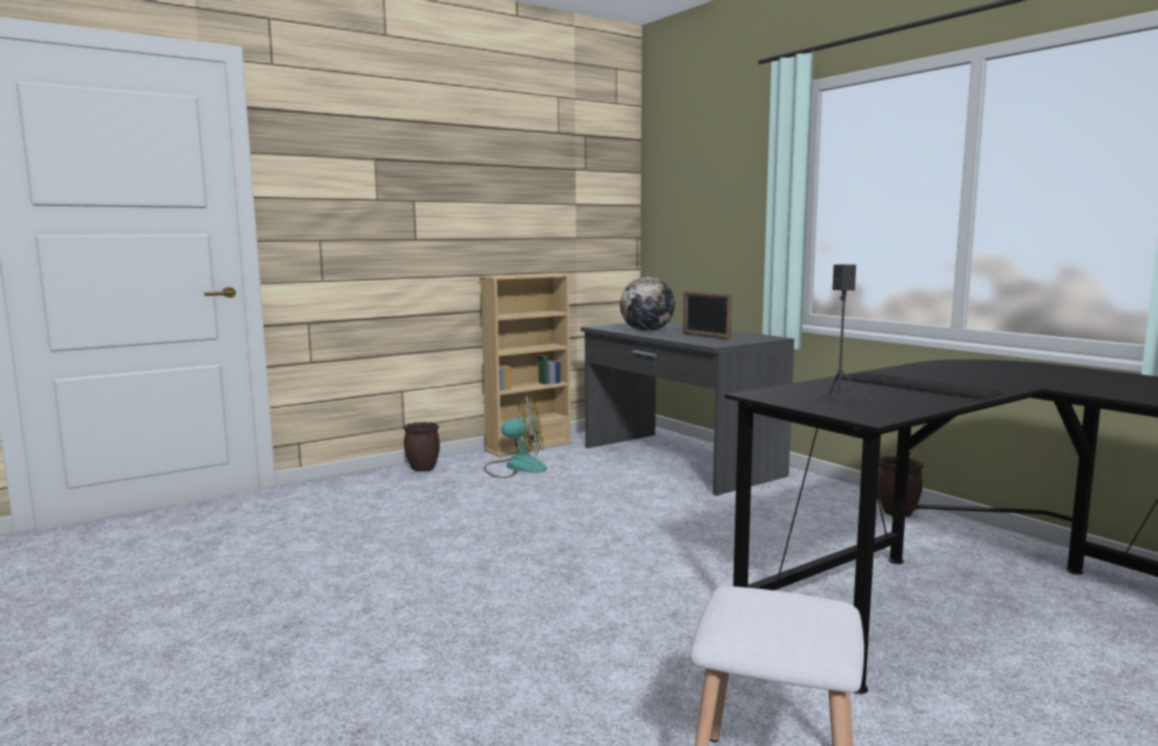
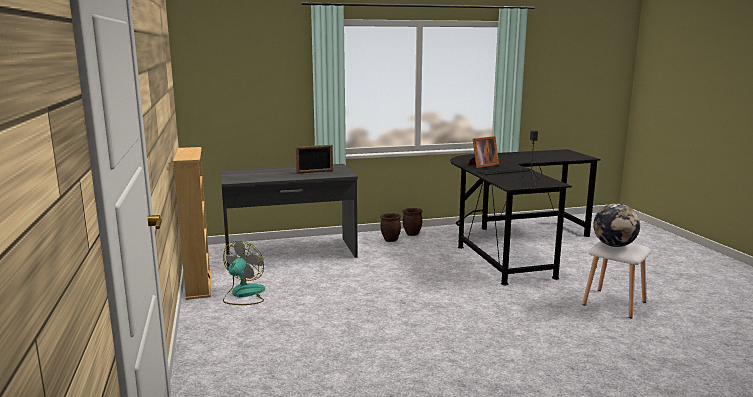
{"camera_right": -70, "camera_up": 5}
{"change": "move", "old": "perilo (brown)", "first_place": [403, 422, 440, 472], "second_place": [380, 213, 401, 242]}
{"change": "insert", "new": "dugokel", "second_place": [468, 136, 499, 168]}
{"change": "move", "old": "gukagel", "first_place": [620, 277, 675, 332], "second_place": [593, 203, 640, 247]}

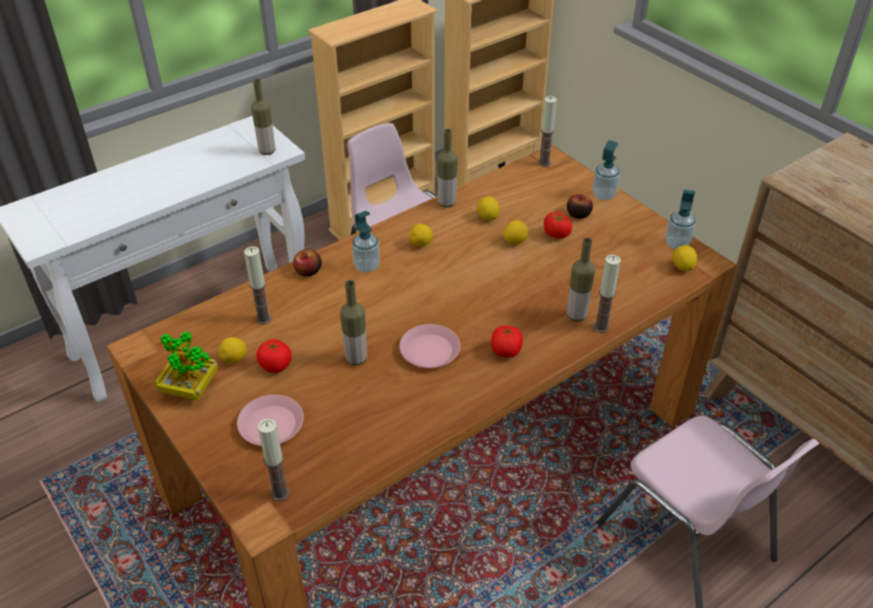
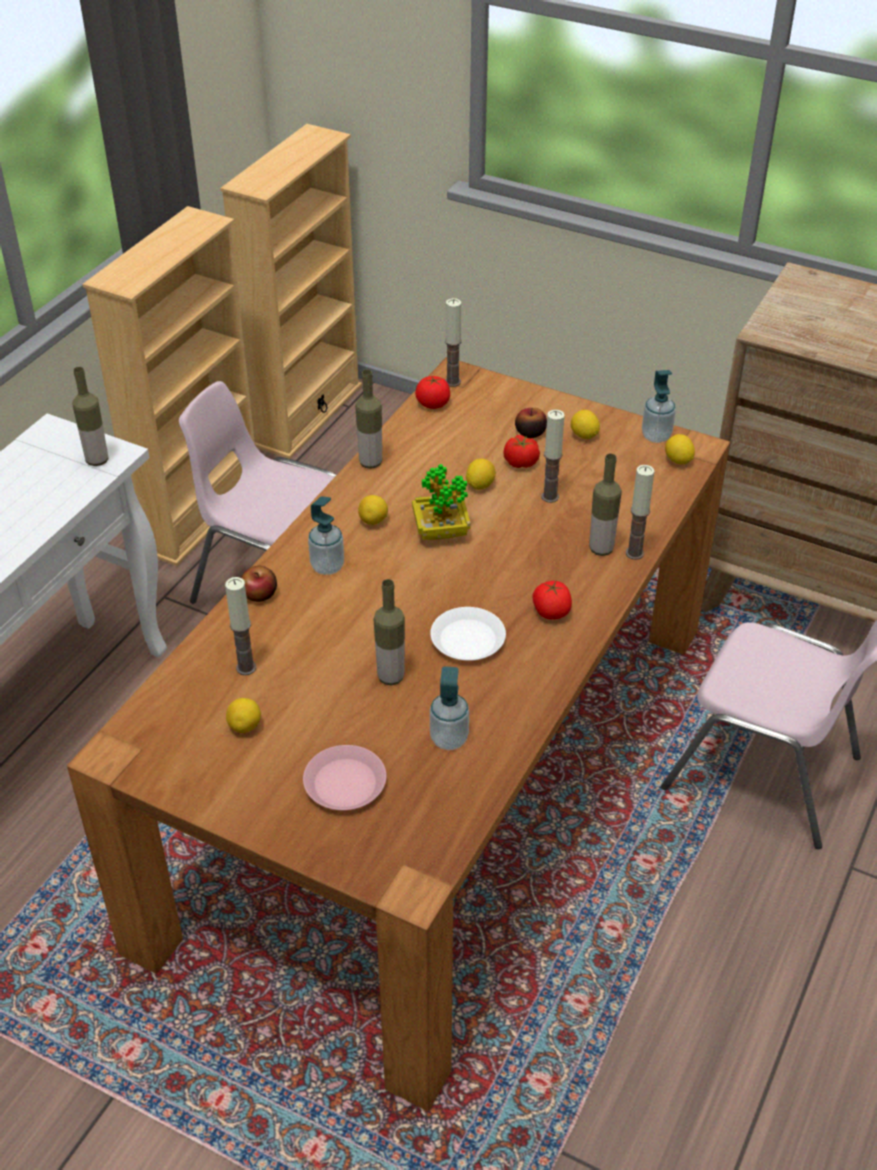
{"camera_right": -25, "camera_up": 0}
{"change": "move", "old": "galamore", "first_place": [155, 332, 218, 401], "second_place": [412, 464, 471, 540]}
{"change": "move", "old": "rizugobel", "first_place": [256, 339, 292, 373], "second_place": [415, 376, 450, 409]}
{"change": "recolor", "old": "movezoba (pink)", "new": "movezoba (white)", "first_place": [399, 324, 460, 368], "second_place": [430, 607, 506, 661]}
{"change": "move", "old": "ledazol", "first_place": [593, 140, 620, 200], "second_place": [430, 666, 469, 750]}
{"change": "move", "old": "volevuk", "first_place": [258, 419, 290, 501], "second_place": [541, 410, 565, 503]}
{"change": "move", "old": "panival", "first_place": [477, 196, 500, 221], "second_place": [571, 410, 600, 439]}

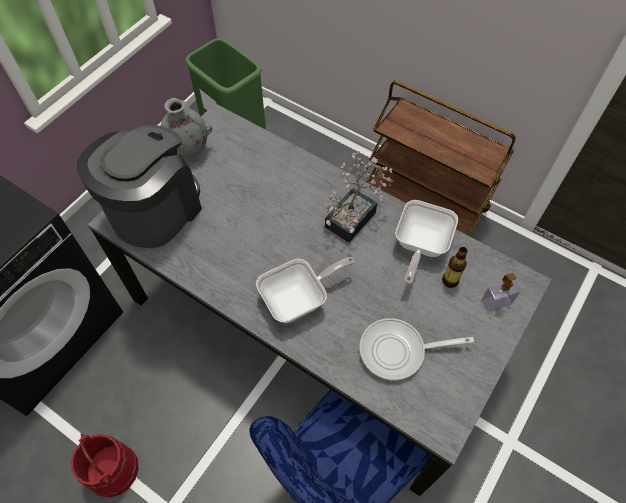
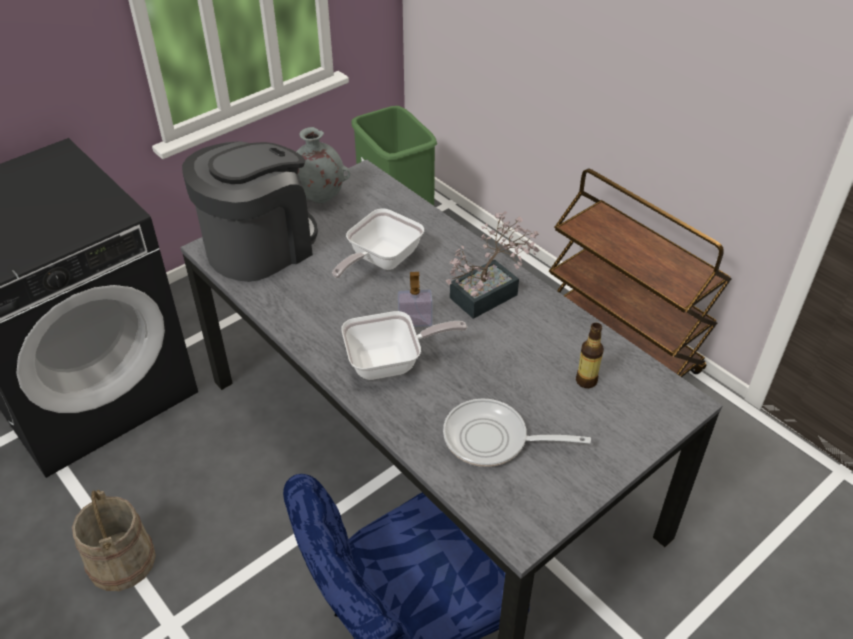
{"camera_right": 15, "camera_up": -15}
{"change": "recolor", "old": "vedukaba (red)", "new": "vedukaba (beige)", "first_place": [71, 434, 139, 497], "second_place": [72, 490, 156, 591]}
{"change": "move", "old": "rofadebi", "first_place": [395, 200, 458, 284], "second_place": [332, 209, 424, 278]}
{"change": "move", "old": "ledazol", "first_place": [481, 273, 521, 312], "second_place": [398, 272, 433, 327]}

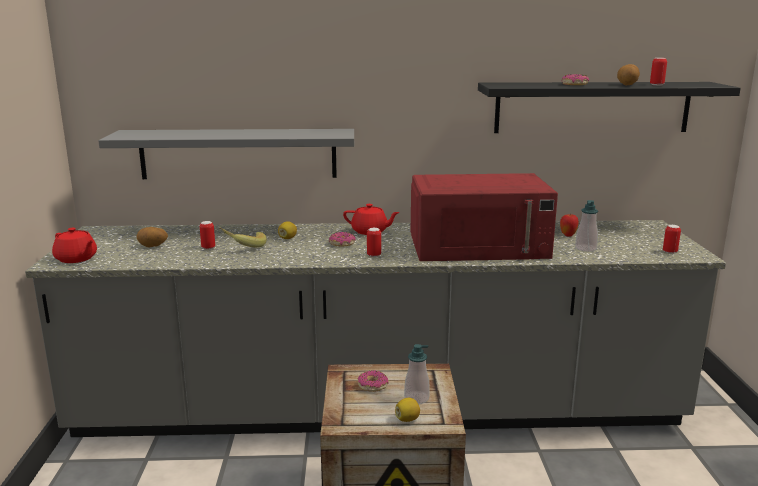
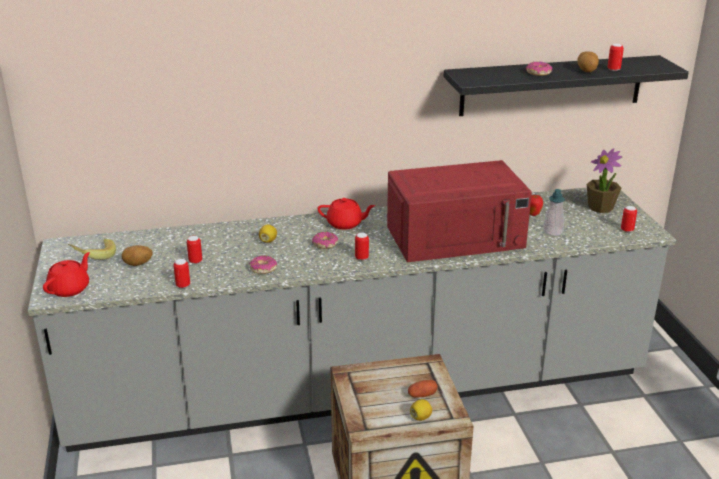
{"camera_right": -10, "camera_up": 10}
{"change": "rotate", "old": "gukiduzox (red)", "first_place": [52, 228, 97, 263], "second_place": [43, 252, 90, 297], "degrees": -90}
{"change": "move", "old": "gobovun", "first_place": [220, 228, 267, 247], "second_place": [68, 239, 116, 260]}
{"change": "insert", "new": "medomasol", "second_place": [173, 259, 190, 288]}
{"change": "move", "old": "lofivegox", "first_place": [358, 370, 389, 392], "second_place": [250, 255, 277, 274]}
{"change": "replace", "old": "ledazol", "new": "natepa", "first_place": [404, 344, 430, 404], "second_place": [408, 380, 438, 398]}
{"change": "insert", "new": "galamore", "second_place": [587, 148, 622, 213]}
{"change": "delete", "old": "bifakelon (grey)", "first_place": [98, 129, 354, 179]}

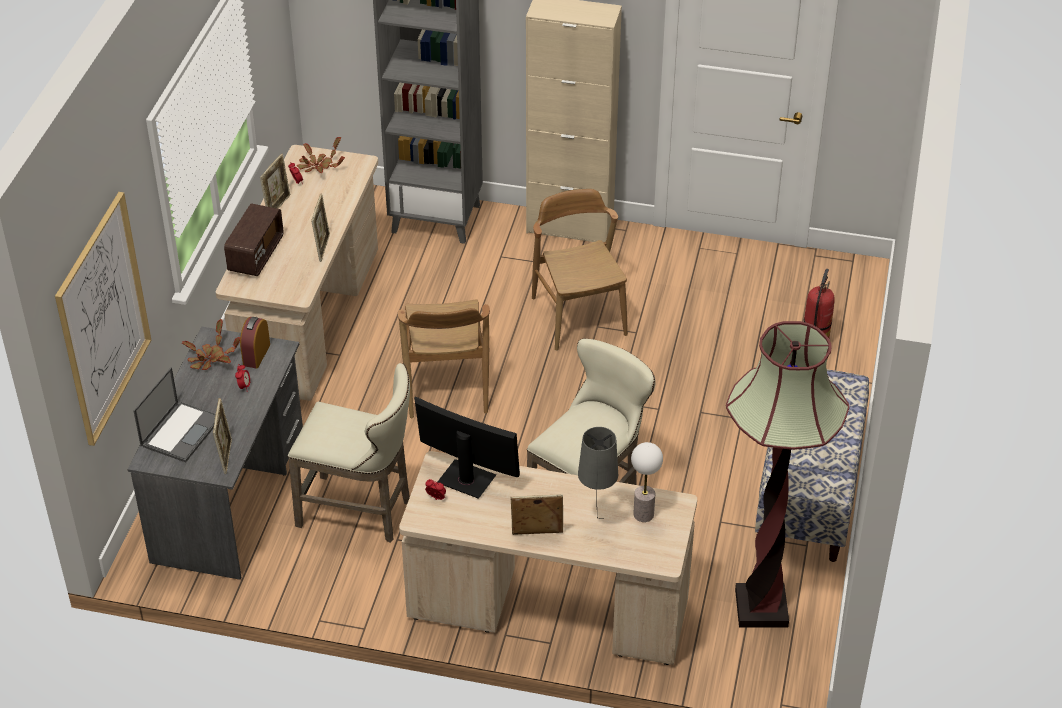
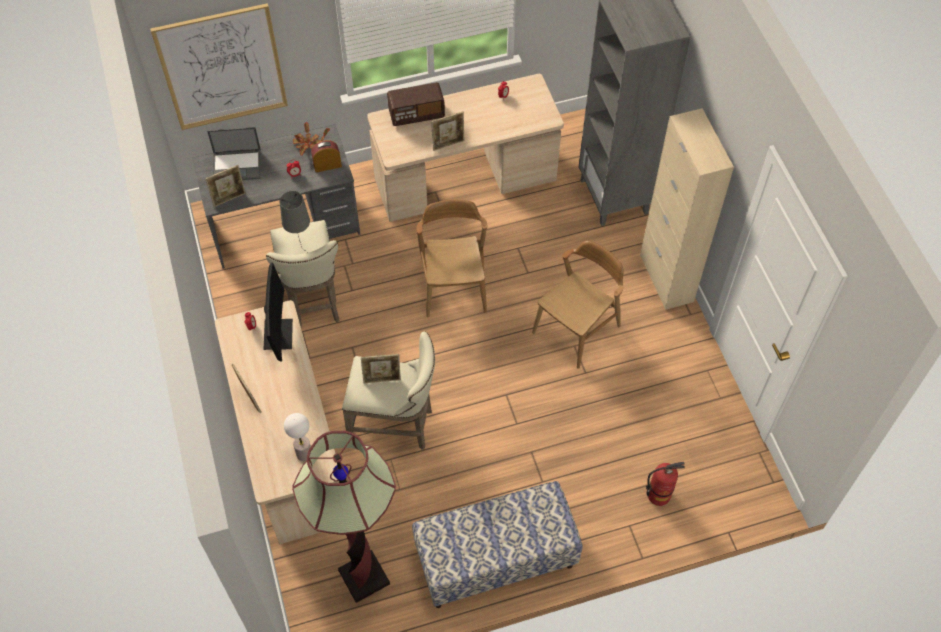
{"camera_right": 60, "camera_up": 15}
{"change": "move", "old": "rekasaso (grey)", "first_place": [578, 427, 618, 519], "second_place": [280, 191, 310, 252]}
{"change": "move", "old": "dugokel", "first_place": [260, 153, 290, 209], "second_place": [361, 354, 401, 383]}
{"change": "rotate", "old": "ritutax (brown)", "first_place": [398, 299, 490, 418], "second_place": [416, 199, 487, 317], "degrees": 120}
{"change": "delete", "old": "galamore", "first_place": [297, 137, 345, 173]}

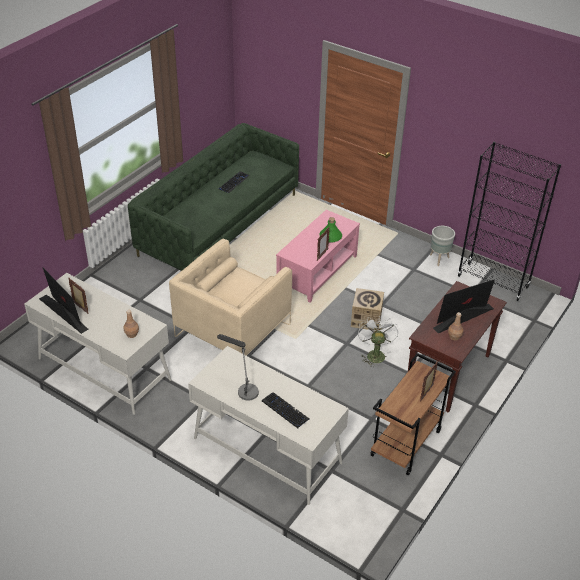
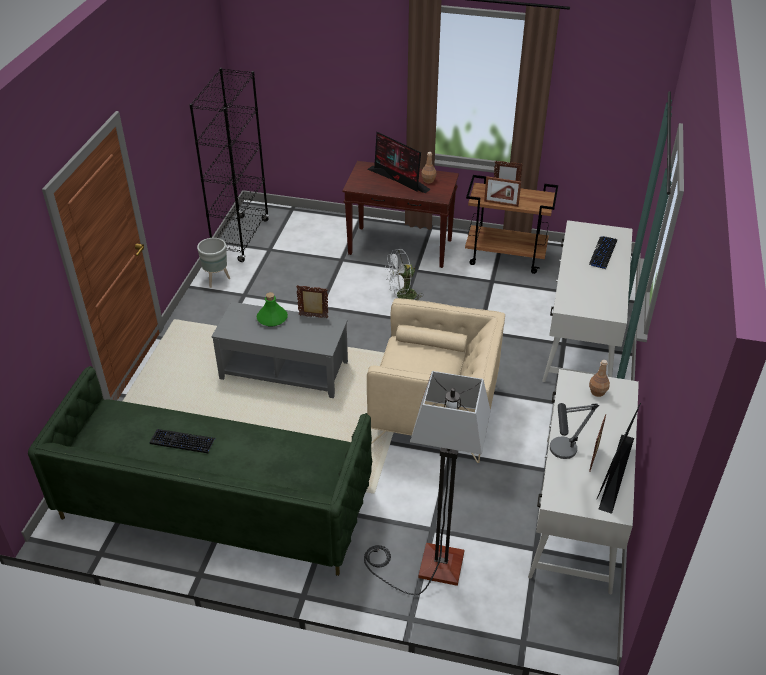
{"camera_right": -110, "camera_up": 0}
{"change": "recolor", "old": "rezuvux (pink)", "new": "rezuvux (grey)", "first_place": [276, 210, 360, 303], "second_place": [211, 302, 348, 398]}
{"change": "insert", "new": "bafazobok", "second_place": [364, 371, 491, 595]}
{"change": "insert", "new": "dugokel", "second_place": [484, 176, 521, 207]}
{"change": "move", "old": "rekasaso", "first_place": [217, 334, 259, 401], "second_place": [550, 403, 599, 459]}
{"change": "delete", "old": "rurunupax", "first_place": [351, 288, 384, 330]}

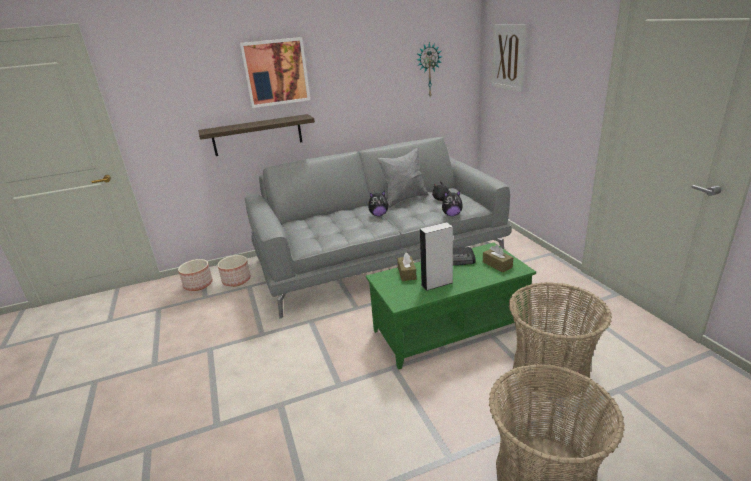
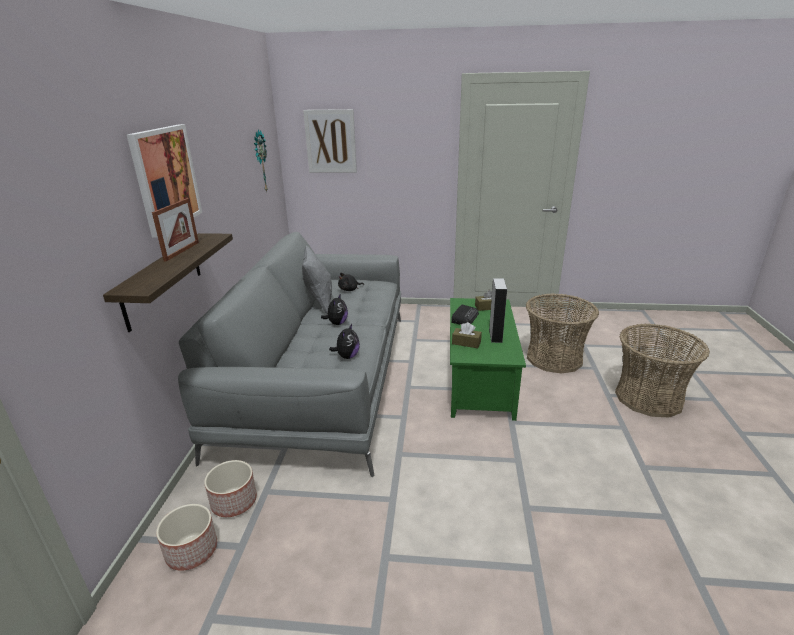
{"camera_right": -65, "camera_up": 0}
{"change": "insert", "new": "dugokel", "second_place": [152, 198, 199, 262]}
{"change": "move", "old": "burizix", "first_place": [442, 191, 463, 216], "second_place": [329, 324, 360, 359]}

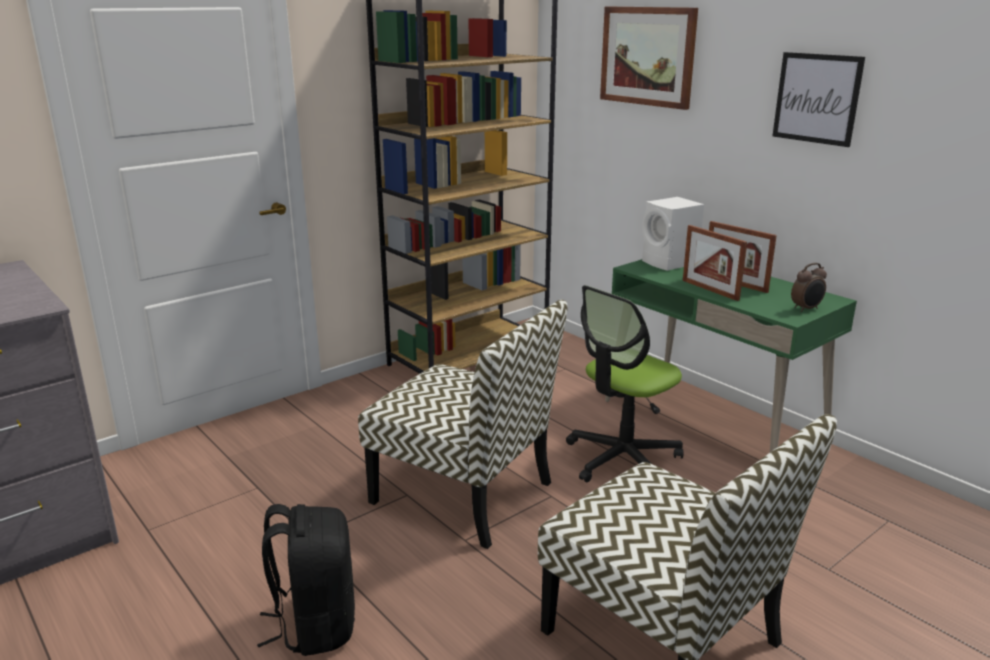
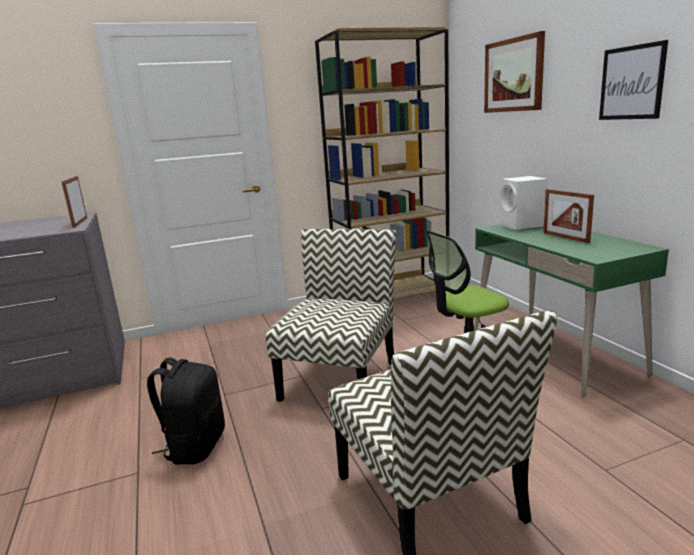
{"camera_right": 20, "camera_up": -5}
{"change": "move", "old": "dugokel", "first_place": [683, 225, 747, 301], "second_place": [61, 176, 87, 228]}
{"change": "rotate", "old": "ritutax", "first_place": [358, 300, 567, 549], "second_place": [266, 229, 396, 402], "degrees": -120}
{"change": "delete", "old": "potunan", "first_place": [791, 263, 827, 312]}

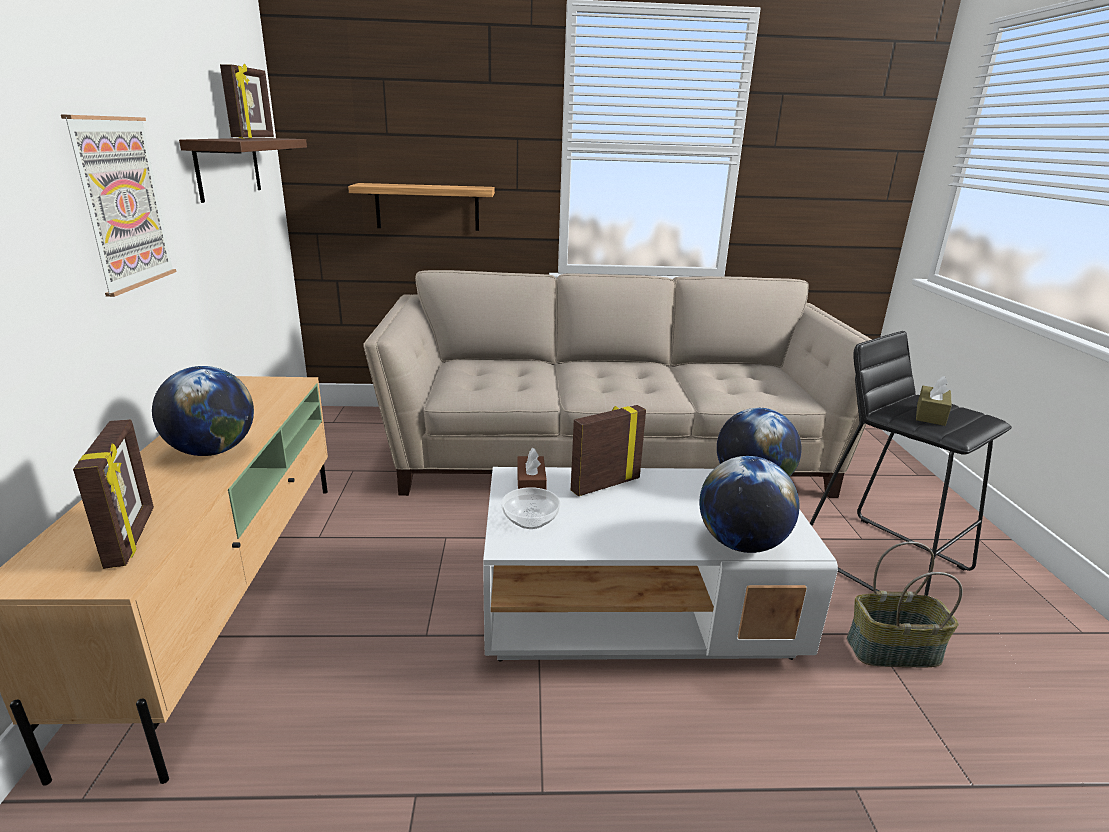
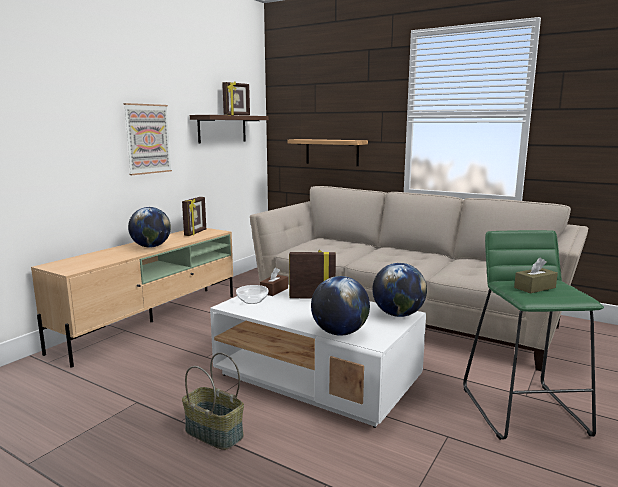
{"camera_right": 35, "camera_up": -10}
{"change": "move", "old": "dugokel", "first_place": [73, 419, 154, 569], "second_place": [182, 197, 206, 236]}
{"change": "move", "old": "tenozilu", "first_place": [847, 542, 963, 667], "second_place": [182, 352, 244, 450]}
{"change": "recolor", "old": "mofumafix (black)", "new": "mofumafix (green)", "first_place": [810, 331, 1012, 596], "second_place": [463, 230, 604, 440]}

